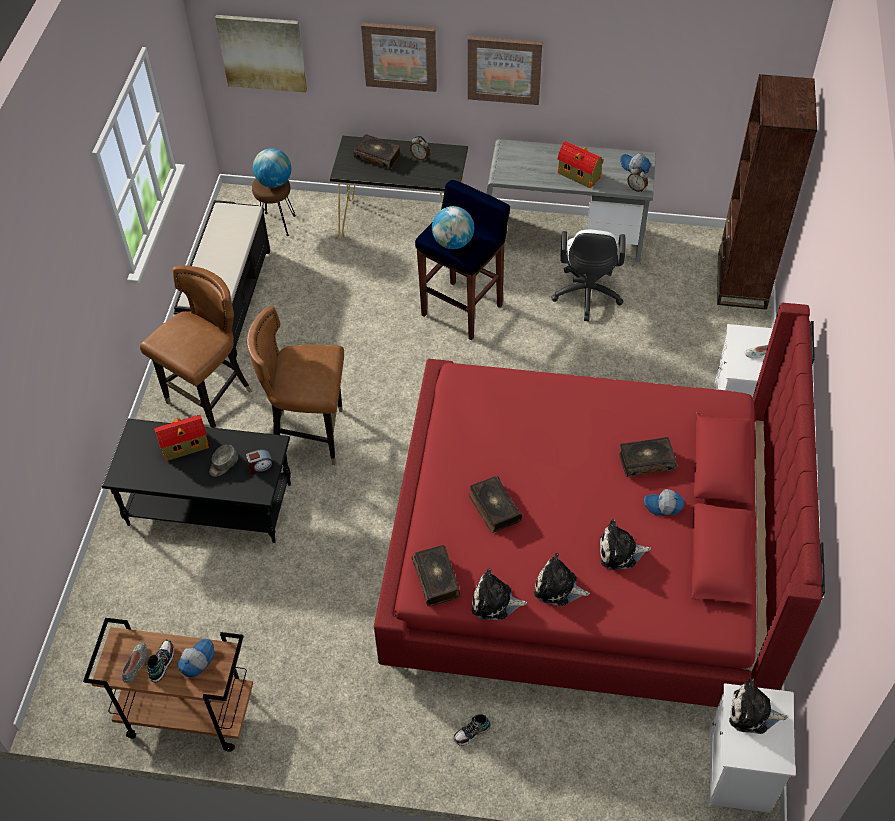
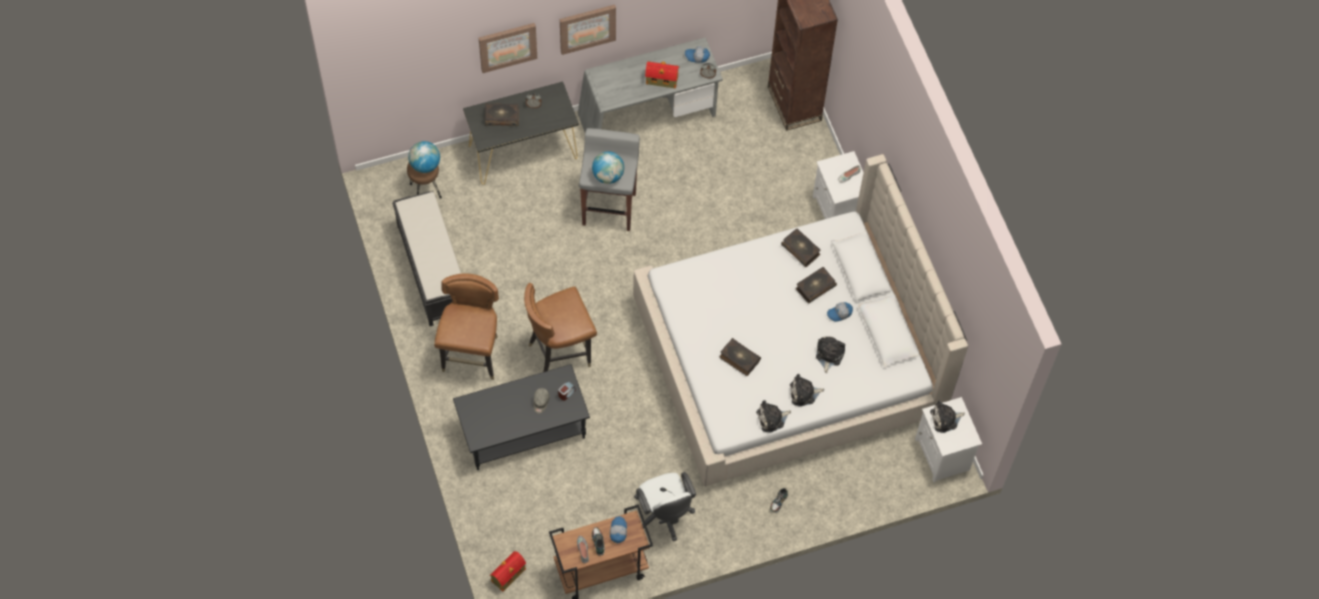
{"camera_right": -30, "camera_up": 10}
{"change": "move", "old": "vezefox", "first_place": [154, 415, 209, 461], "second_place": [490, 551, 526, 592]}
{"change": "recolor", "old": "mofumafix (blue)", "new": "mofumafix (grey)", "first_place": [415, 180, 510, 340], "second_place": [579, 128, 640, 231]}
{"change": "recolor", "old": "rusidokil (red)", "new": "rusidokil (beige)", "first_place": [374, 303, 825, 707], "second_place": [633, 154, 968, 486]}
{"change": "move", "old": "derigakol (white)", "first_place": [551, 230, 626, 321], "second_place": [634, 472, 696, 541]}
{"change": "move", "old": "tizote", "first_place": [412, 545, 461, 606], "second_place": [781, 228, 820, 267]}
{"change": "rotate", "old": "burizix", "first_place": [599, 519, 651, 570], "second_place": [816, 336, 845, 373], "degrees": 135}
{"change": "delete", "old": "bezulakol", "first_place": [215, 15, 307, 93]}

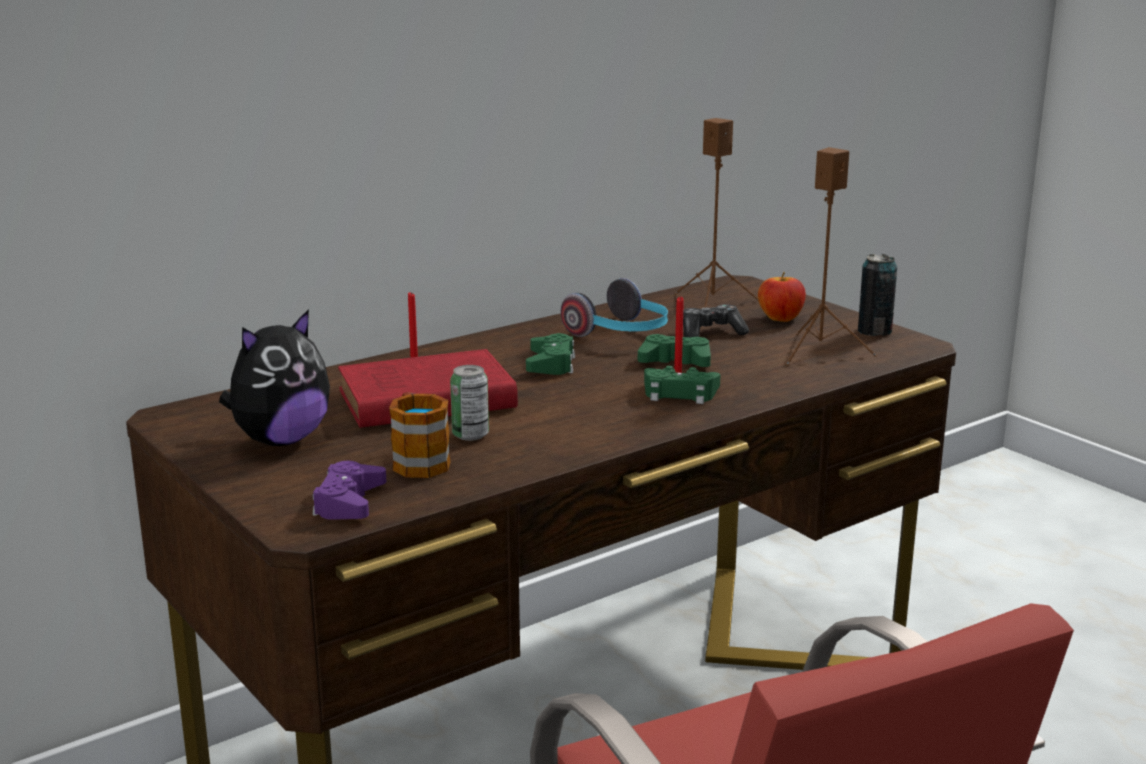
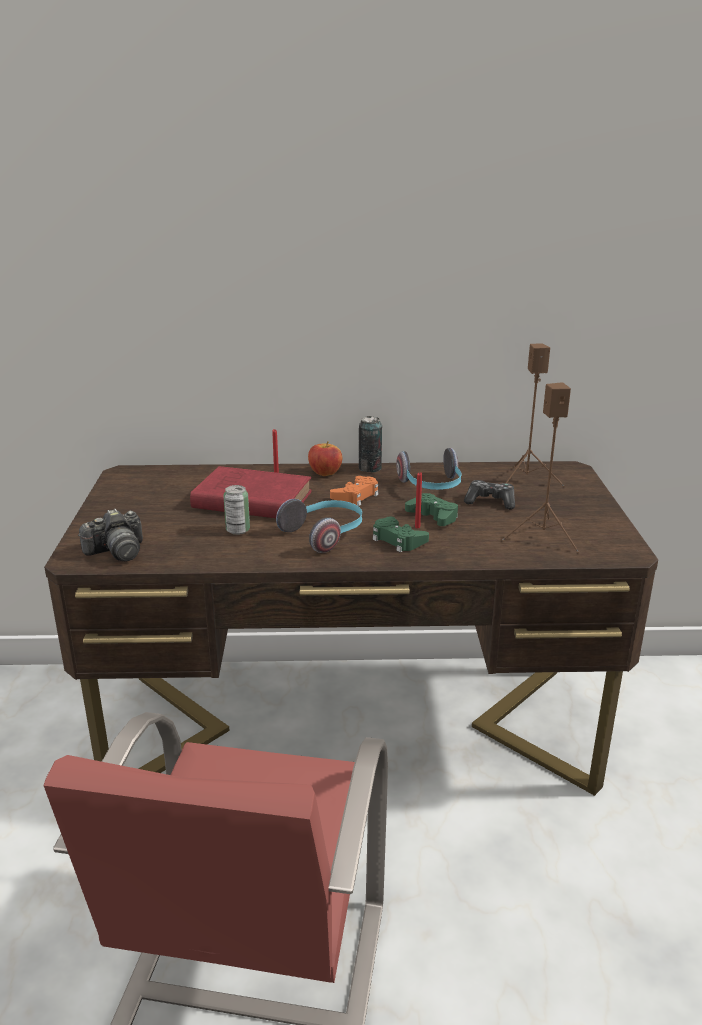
{"camera_right": 35, "camera_up": 5}
{"change": "replace", "old": "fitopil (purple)", "new": "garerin", "first_place": [312, 461, 386, 520], "second_place": [78, 509, 143, 561]}
{"change": "insert", "new": "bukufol", "second_place": [276, 499, 362, 553]}
{"change": "move", "old": "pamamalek", "first_place": [758, 272, 806, 322], "second_place": [308, 441, 342, 476]}
{"change": "recolor", "old": "fitopil (green)", "new": "fitopil (orange)", "first_place": [526, 333, 575, 375], "second_place": [330, 476, 379, 506]}
{"change": "move", "old": "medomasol", "first_place": [858, 254, 897, 336], "second_place": [359, 416, 382, 472]}
{"change": "delete", "old": "burizix", "first_place": [219, 309, 330, 446]}
{"change": "delete", "old": "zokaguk", "first_place": [389, 392, 451, 478]}

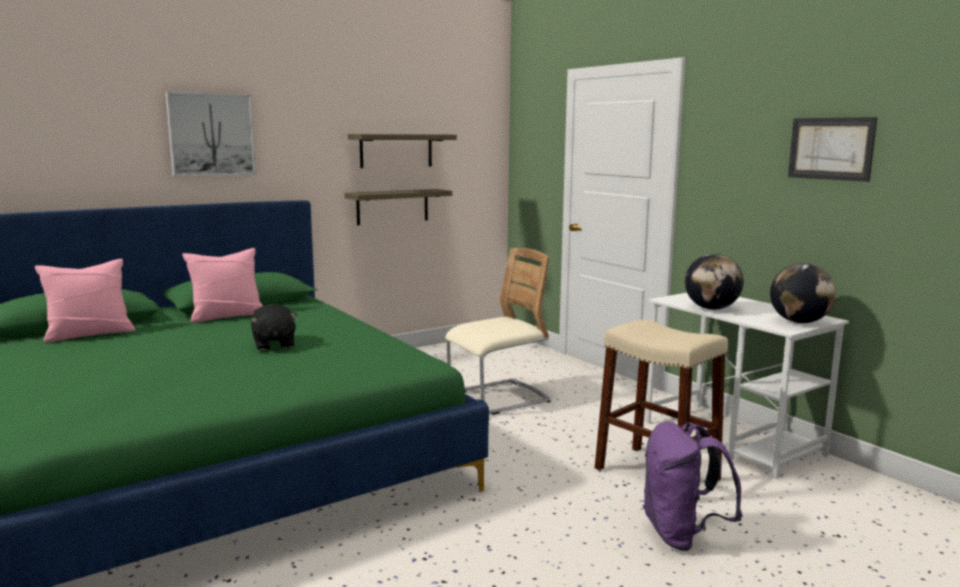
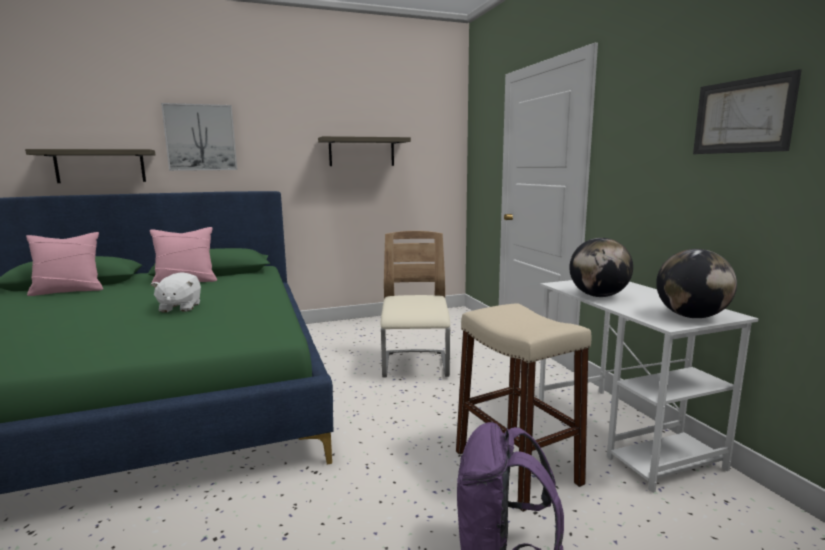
{"camera_right": 15, "camera_up": 0}
{"change": "move", "old": "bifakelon", "first_place": [345, 189, 452, 225], "second_place": [25, 149, 155, 183]}
{"change": "recolor", "old": "burizix (black)", "new": "burizix (white)", "first_place": [250, 304, 298, 350], "second_place": [151, 272, 201, 312]}
{"change": "rotate", "old": "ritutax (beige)", "first_place": [445, 248, 551, 415], "second_place": [381, 231, 450, 377], "degrees": -75}

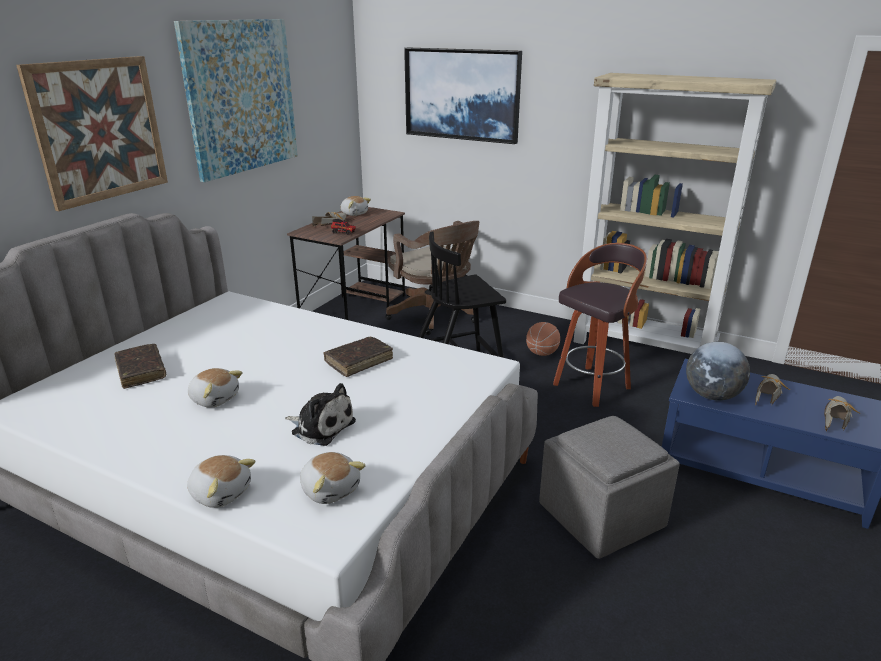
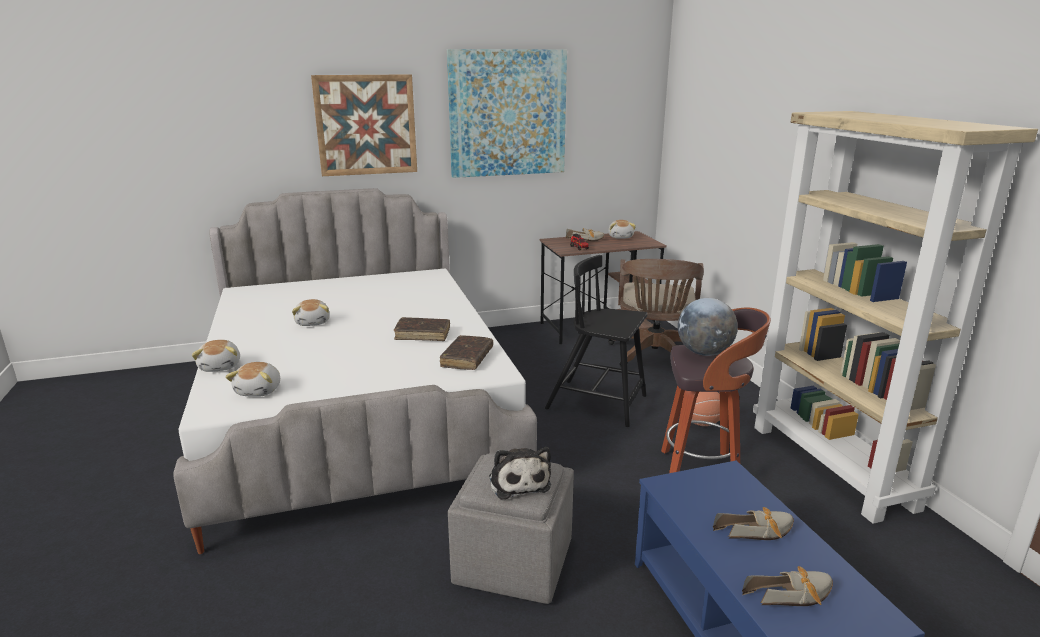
{"camera_right": 45, "camera_up": -5}
{"change": "move", "old": "tizote (brown)", "first_place": [114, 344, 166, 389], "second_place": [439, 335, 493, 370]}
{"change": "move", "old": "burizix", "first_place": [285, 383, 356, 446], "second_place": [489, 447, 551, 500]}
{"change": "move", "old": "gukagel", "first_place": [686, 342, 750, 401], "second_place": [678, 298, 738, 356]}
{"change": "delete", "old": "bezulakol", "first_place": [404, 47, 522, 144]}

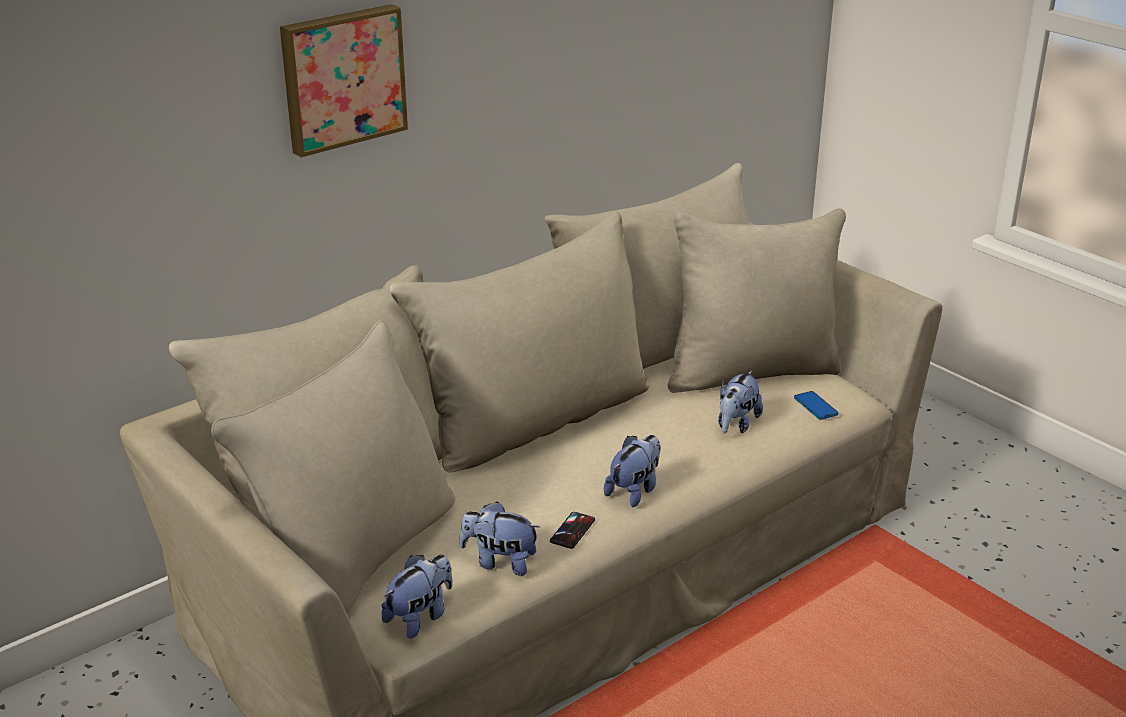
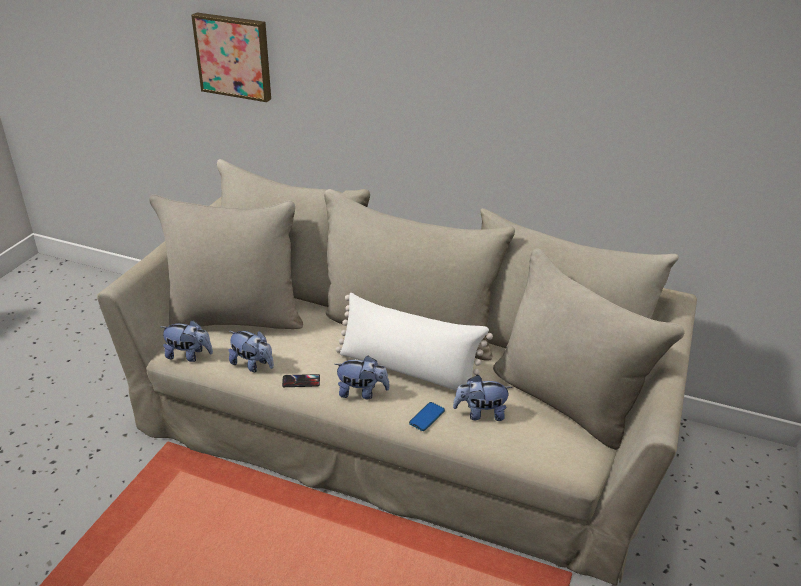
{"camera_right": 60, "camera_up": 5}
{"change": "move", "old": "bezulakol", "first_place": [280, 4, 408, 157], "second_place": [191, 13, 271, 102]}
{"change": "rotate", "old": "burizix", "first_place": [459, 502, 540, 576], "second_place": [229, 331, 274, 372], "degrees": 135}
{"change": "insert", "new": "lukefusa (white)", "second_place": [336, 293, 493, 391]}
{"change": "move", "old": "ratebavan", "first_place": [794, 391, 838, 420], "second_place": [409, 402, 445, 431]}

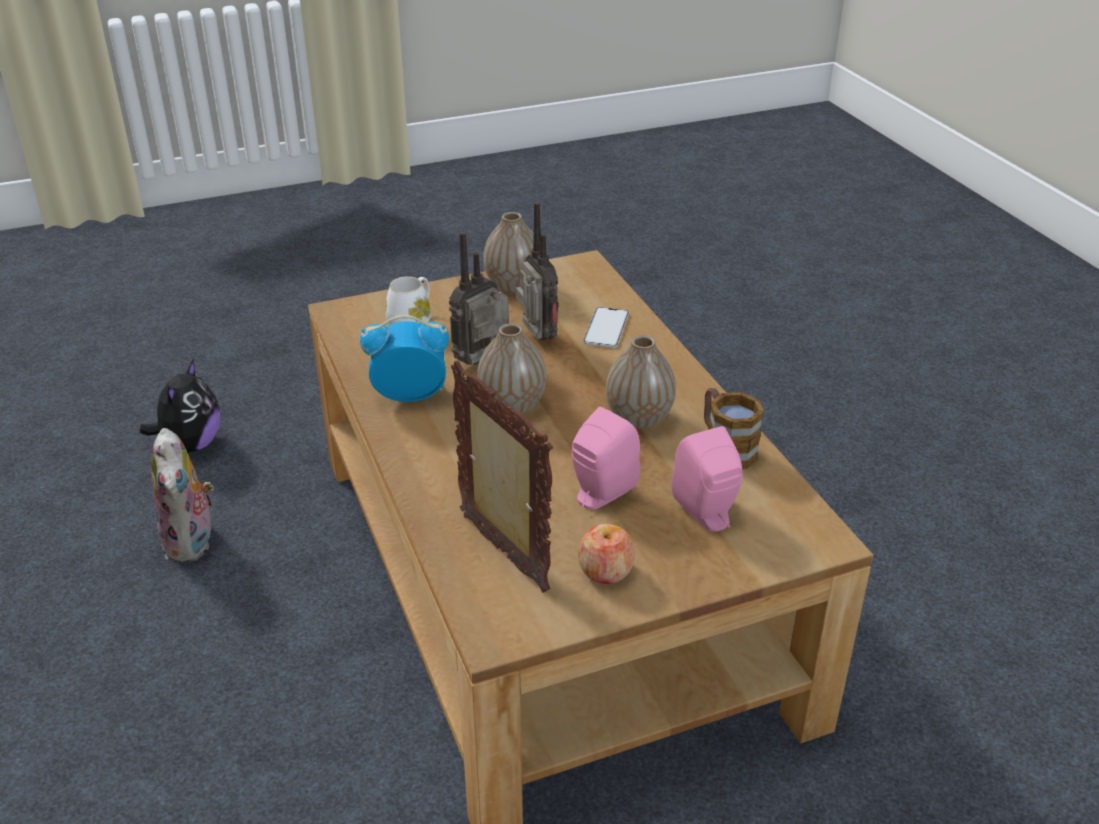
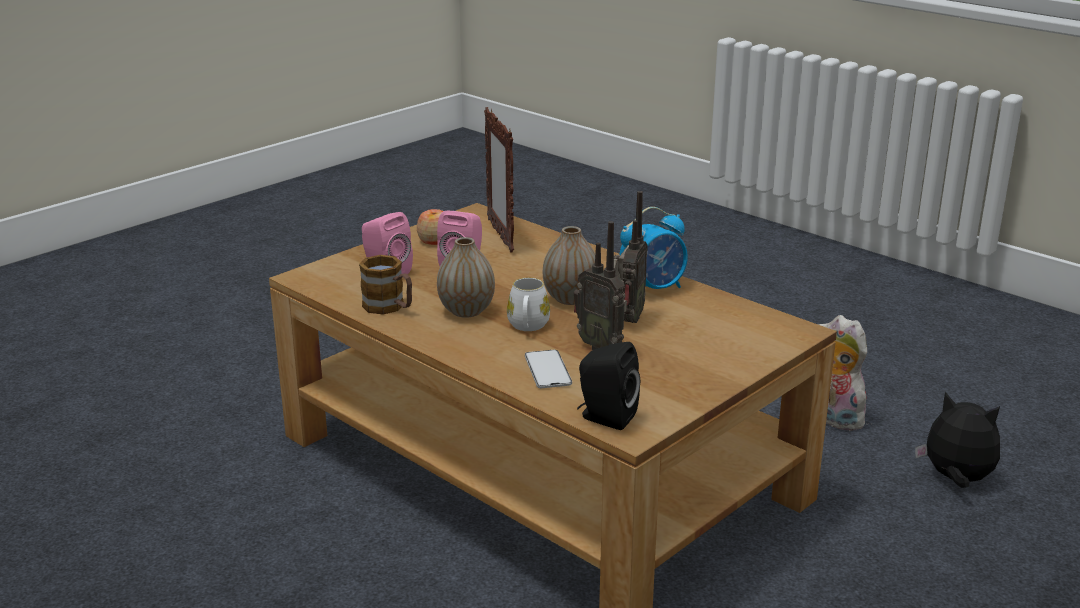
{"camera_right": 155, "camera_up": -10}
{"change": "rotate", "old": "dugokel", "first_place": [451, 360, 553, 593], "second_place": [484, 107, 514, 253], "degrees": 45}
{"change": "move", "old": "zokaguk (white)", "first_place": [385, 276, 431, 325], "second_place": [507, 277, 550, 331]}
{"change": "insert", "new": "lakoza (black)", "second_place": [577, 342, 640, 430]}
{"change": "rotate", "old": "burizix", "first_place": [139, 359, 220, 452], "second_place": [915, 392, 1000, 488], "degrees": 135}
{"change": "delete", "old": "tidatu", "first_place": [483, 212, 534, 293]}

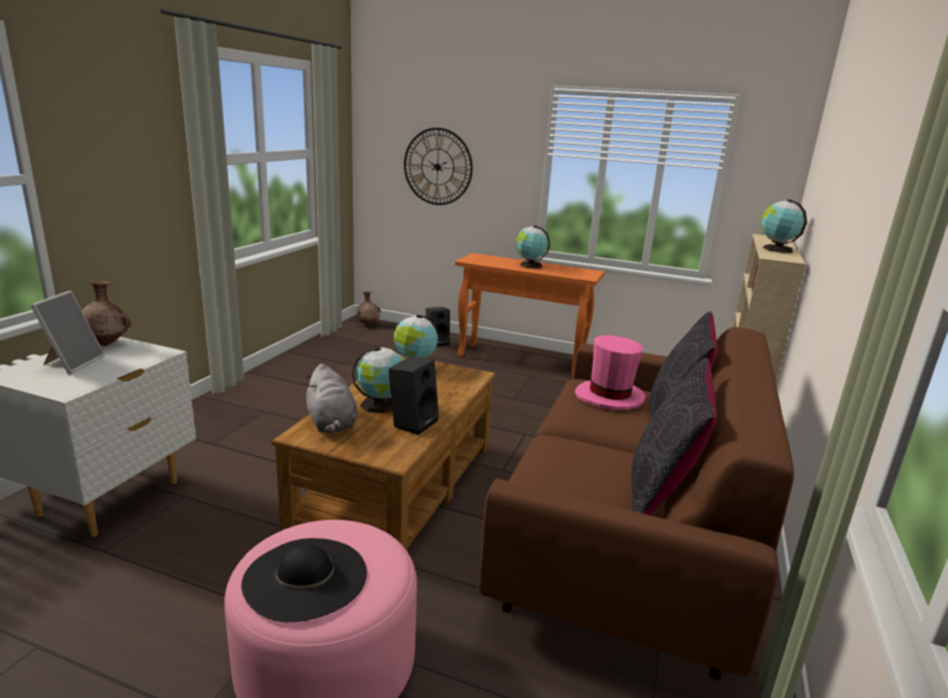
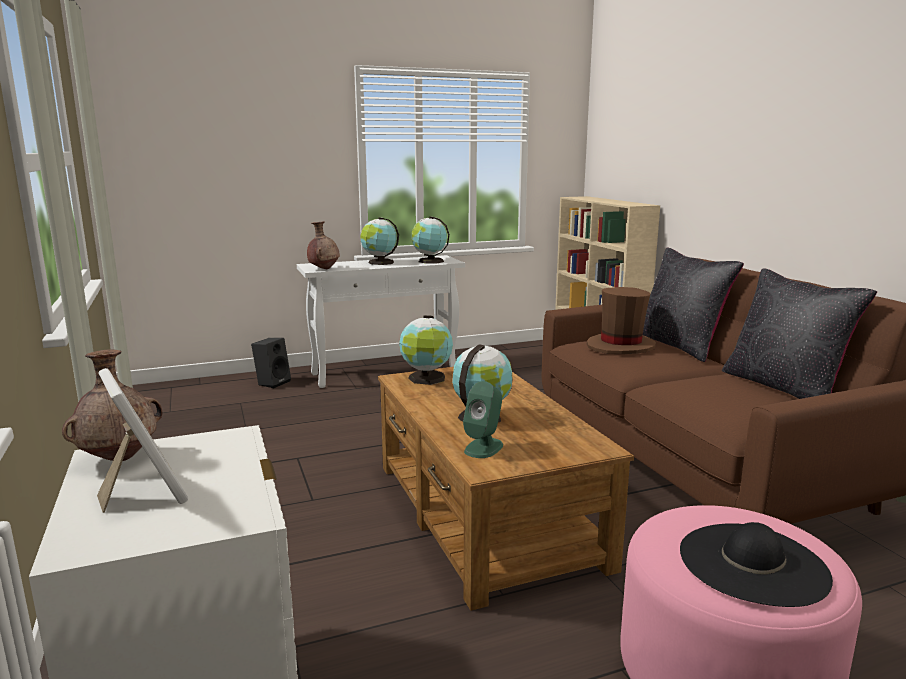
{"camera_right": -40, "camera_up": -5}
{"change": "recolor", "old": "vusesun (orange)", "new": "vusesun (white)", "first_place": [455, 253, 605, 379], "second_place": [297, 255, 465, 388]}
{"change": "move", "old": "tidatu (brown)", "first_place": [356, 291, 381, 325], "second_place": [307, 221, 340, 269]}
{"change": "move", "old": "gukagel", "first_place": [760, 199, 807, 253], "second_place": [412, 216, 450, 264]}
{"change": "replace", "old": "burizix (grey)", "new": "lakoza (green)", "first_place": [306, 364, 358, 433], "second_place": [463, 381, 503, 458]}
{"change": "recolor", "old": "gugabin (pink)", "new": "gugabin (brown)", "first_place": [575, 335, 645, 410], "second_place": [587, 287, 656, 354]}
{"change": "delete", "old": "lakoza (black)", "first_place": [388, 357, 439, 435]}
{"change": "delete", "old": "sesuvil", "first_place": [404, 128, 473, 205]}

